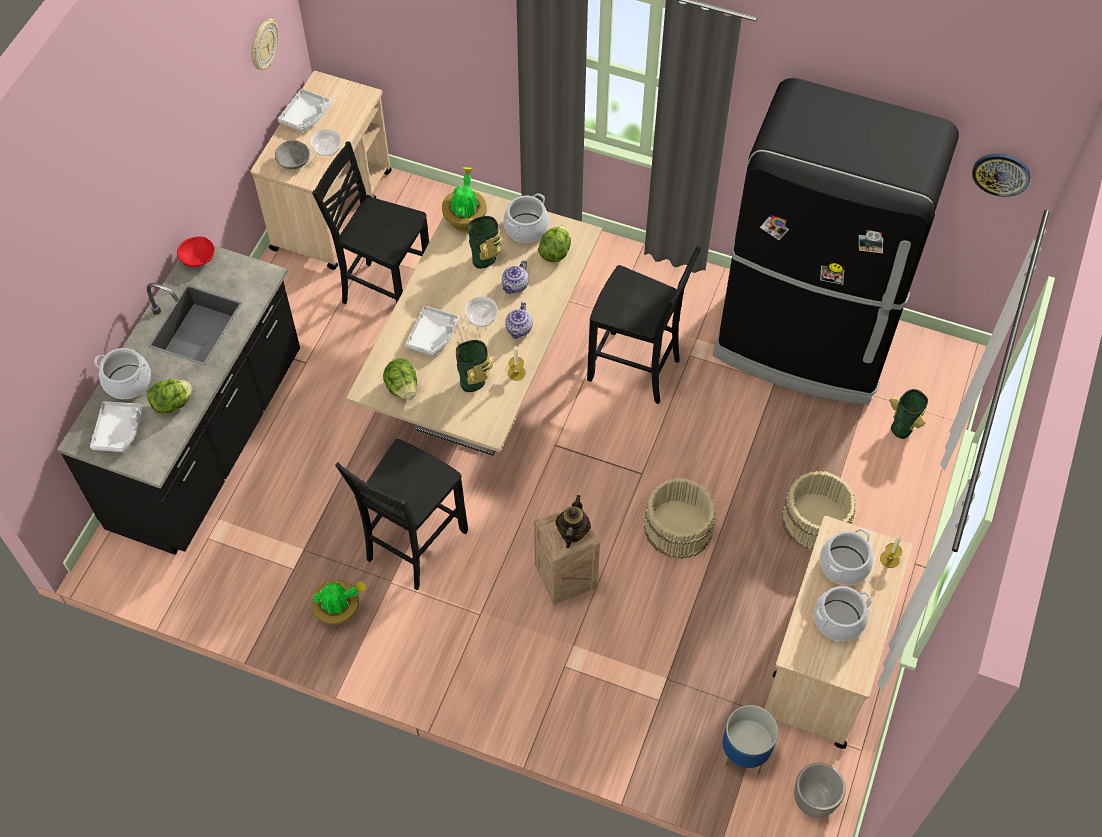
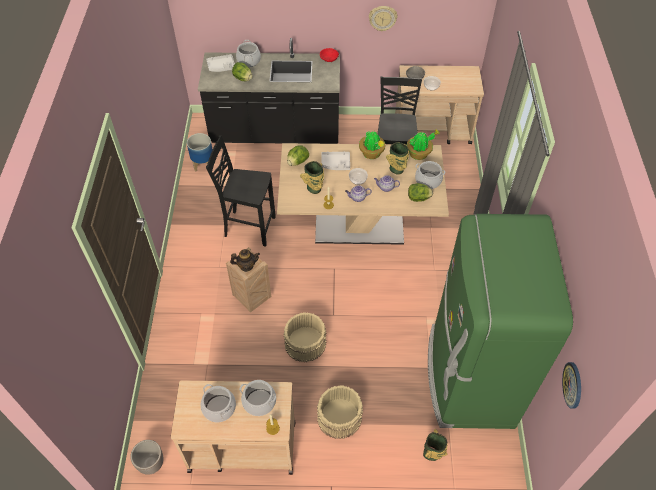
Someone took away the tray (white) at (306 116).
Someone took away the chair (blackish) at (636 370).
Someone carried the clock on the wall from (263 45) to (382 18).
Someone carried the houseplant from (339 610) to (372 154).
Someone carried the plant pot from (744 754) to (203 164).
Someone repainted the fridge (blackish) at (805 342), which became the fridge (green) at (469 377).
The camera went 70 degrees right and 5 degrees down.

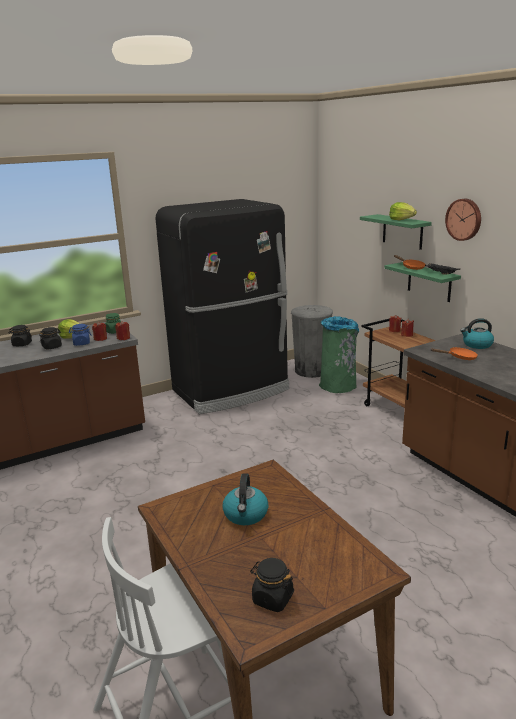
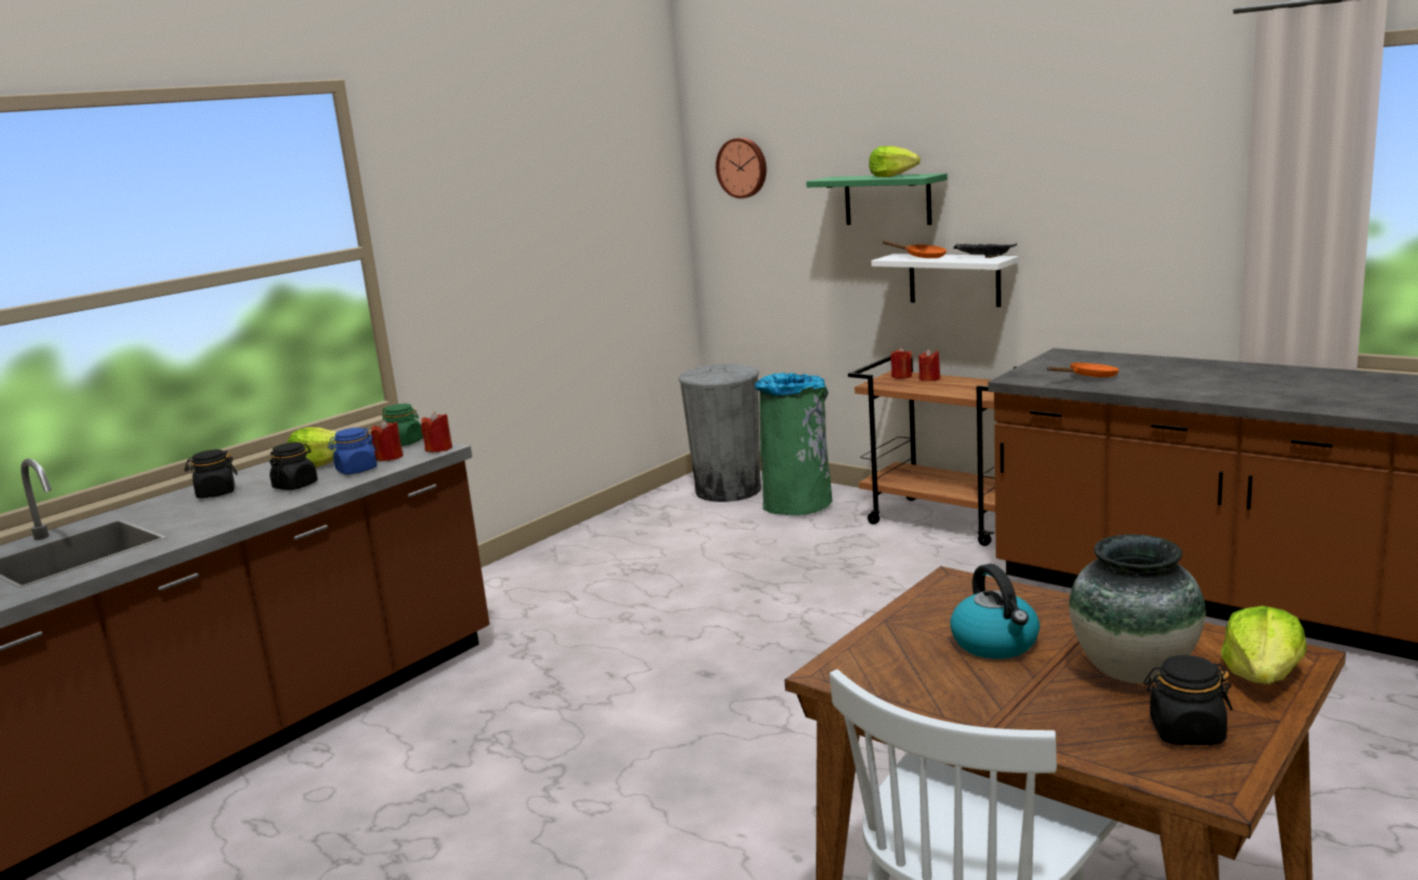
Someone took away the fridge (blackish) at (232 390).
Someone took away the kettle at (477 345).
Someone put down the vase at (1132 672).
Someone put down the head of lettuce at (1262 676).
Someone carried the clock on the wall from (464 219) to (743 167).
Someone repainted the shelf (green) at (429 282), which became the shelf (white) at (954 279).
The camera went 20 degrees left and 5 degrees down.

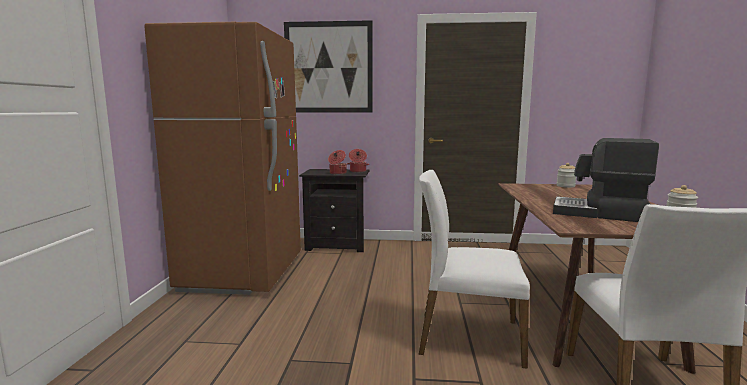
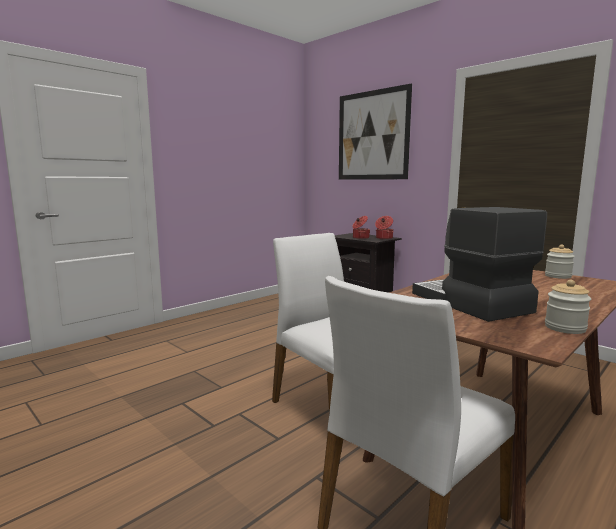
Someone took away the fridge (brown) at (243 273).
The camera went 40 degrees right and 0 degrees up.

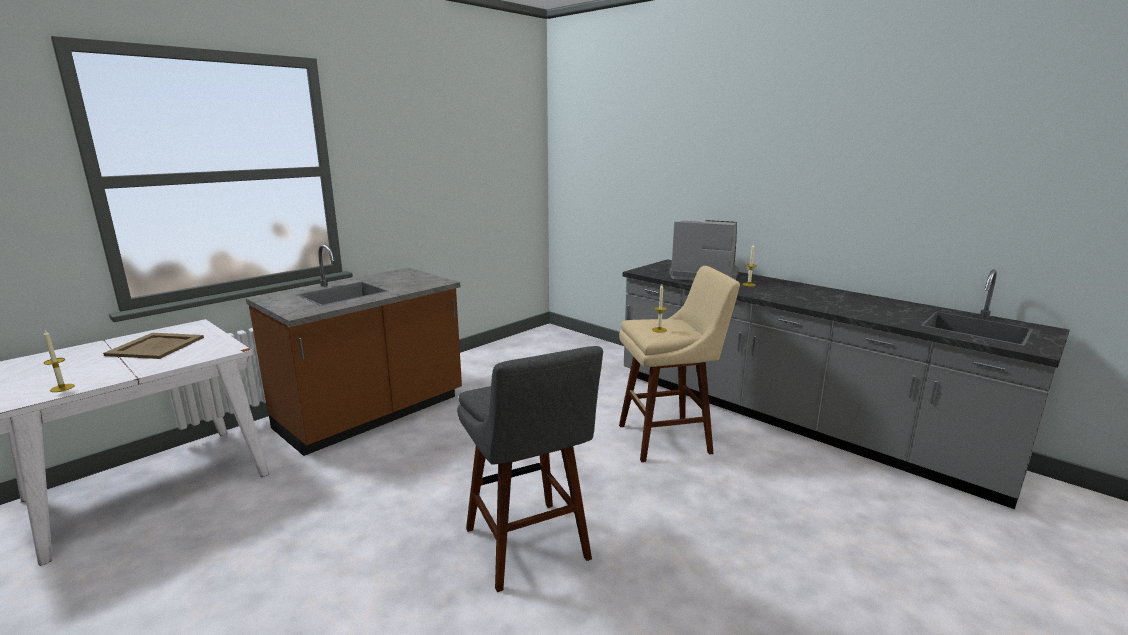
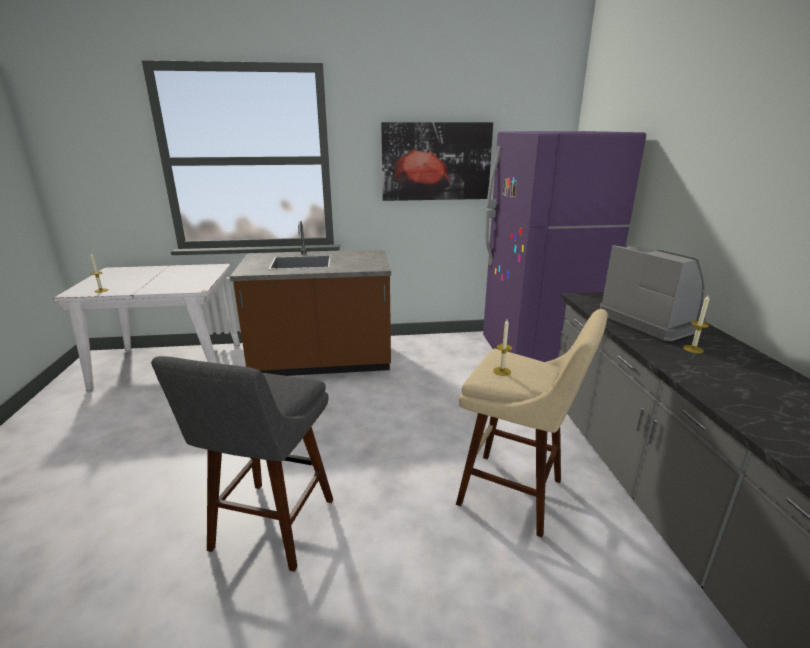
Someone took away the tray (beige-coloured) at (155 346).
Someone put up the picture at (436 162).
Someone put down the fridge (purplish) at (536 358).
The camera went 40 degrees right and 5 degrees up.

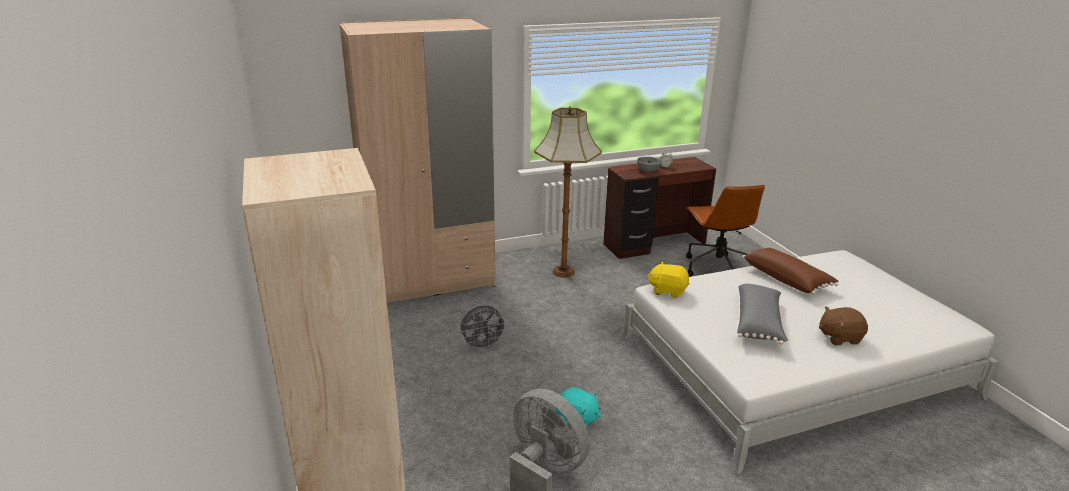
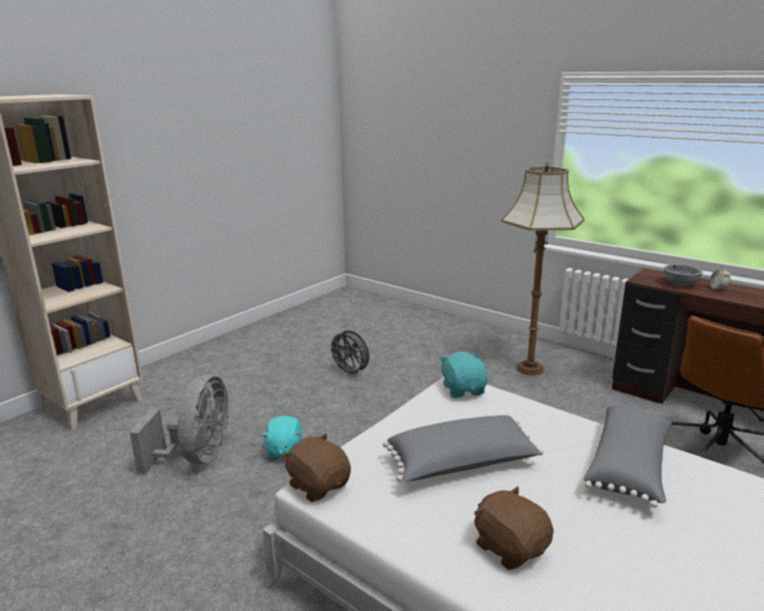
Someone took away the clothes cupboard (beige-coloured) at (430 280).
Someone put down the soft toy (brown) at (318 485).
Someone repainted the soft toy (yellowish) at (668 290), which became the soft toy (turquoise-coloured) at (463 390).
Someone repainted the cushion (brown) at (787 279), which became the cushion (greyish) at (629 467).
The camera went 60 degrees right and 5 degrees down.

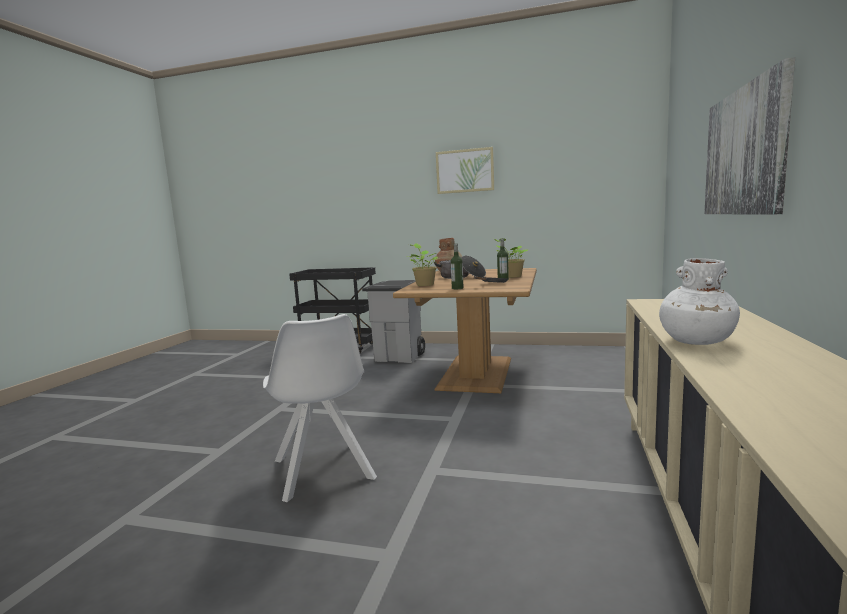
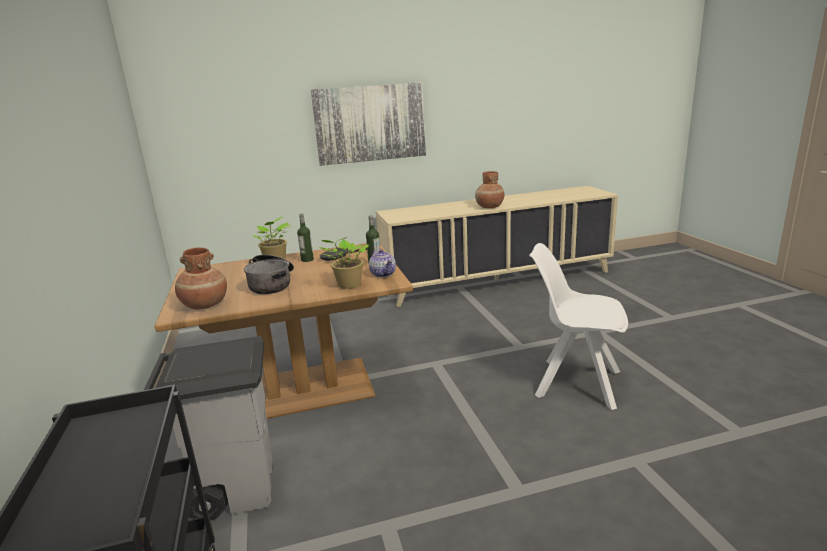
Someone took away the picture at (465 171).
Someone put down the teapot at (383 274).
Someone repainted the vase (white) at (695 341), which became the vase (brown) at (489 207).
Someone rotated the chair (white) at (323 471) by 105 degrees counterclockwise.
The camera went 120 degrees left and 10 degrees up.

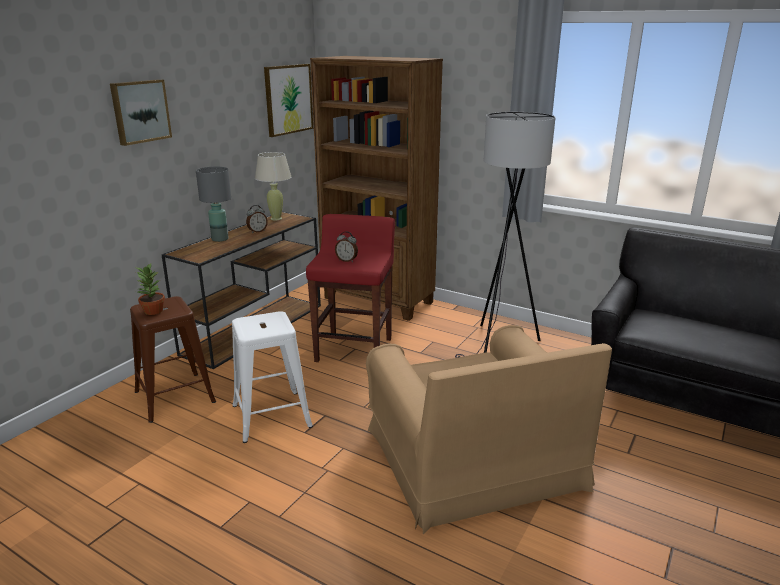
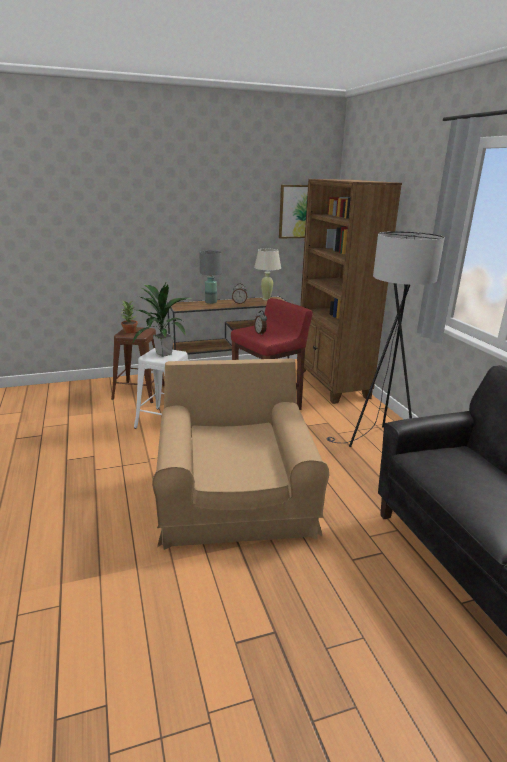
Someone took away the picture at (140 111).
Someone put down the houseplant at (164 353).
Someone rotated the lounge chair (brown) at (474 459) by 150 degrees clockwise.
The camera went 40 degrees right and 0 degrees up.

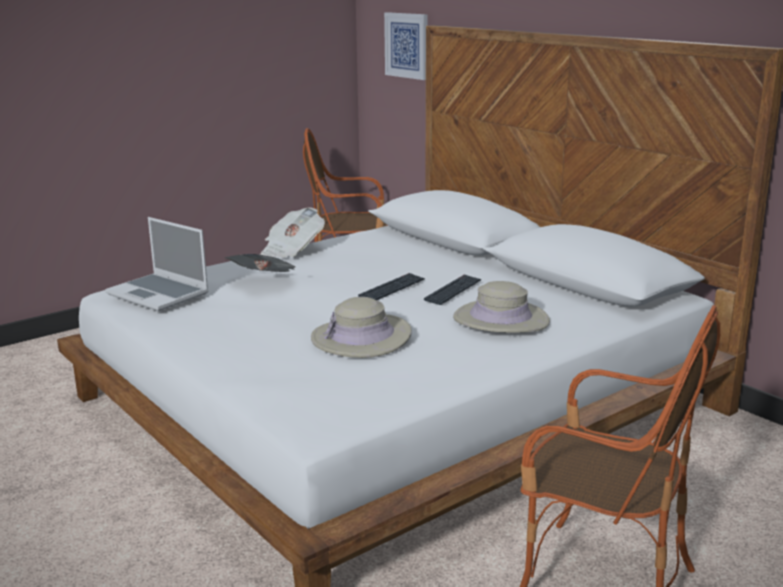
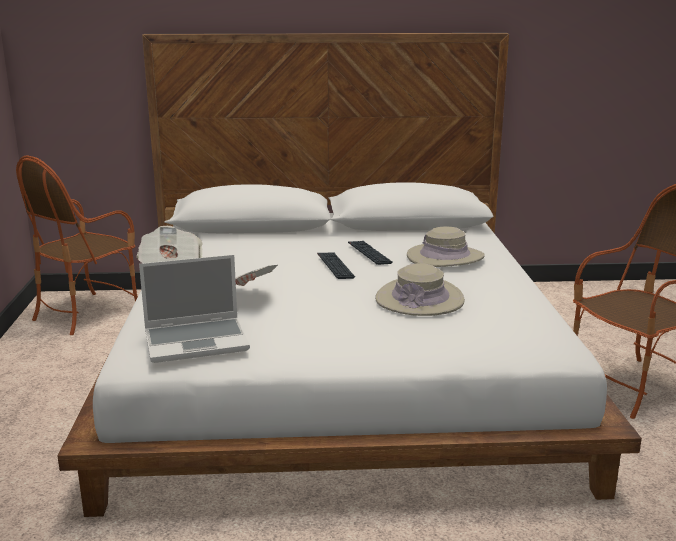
Someone took away the picture at (407 45).
The camera went 55 degrees left and 0 degrees up.

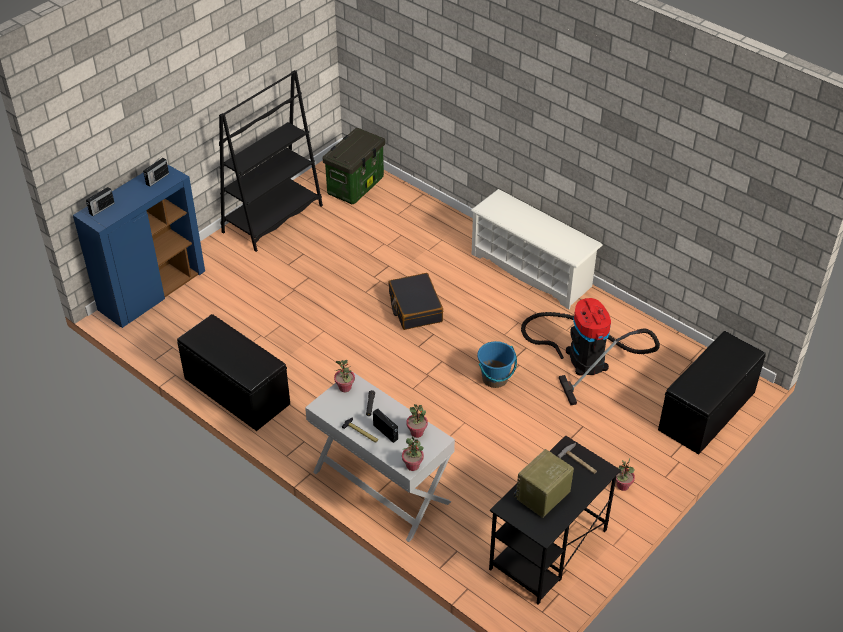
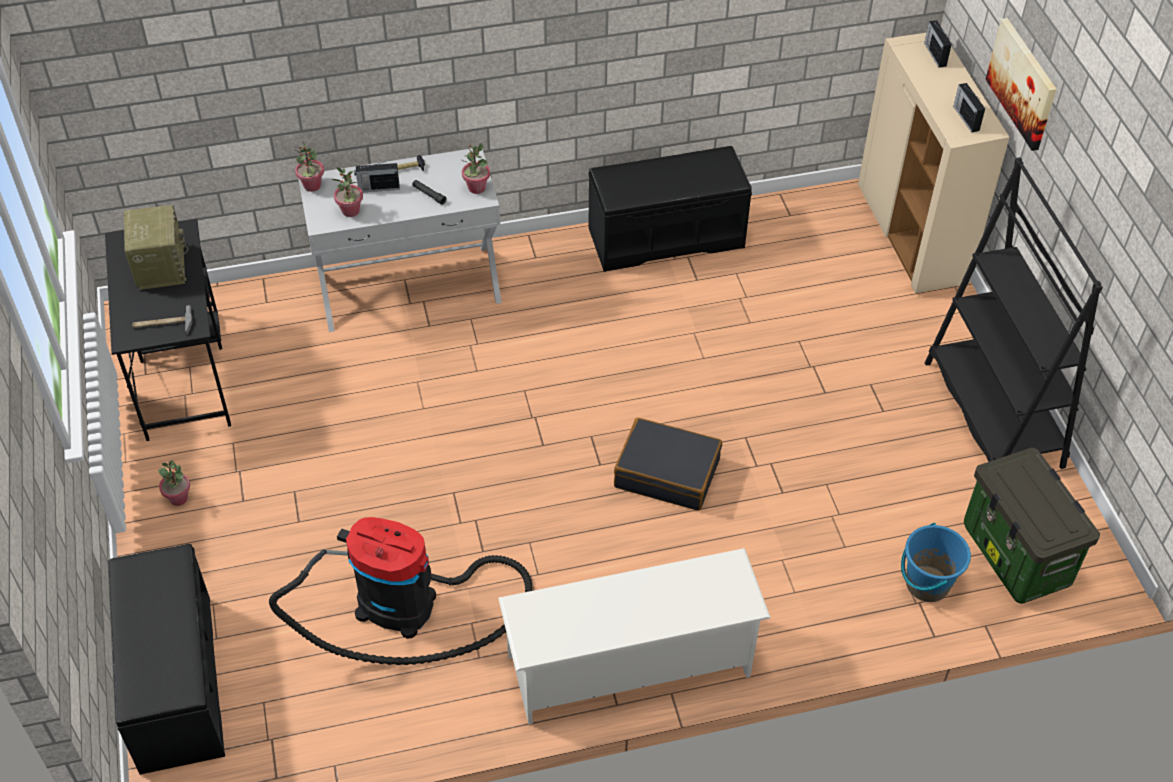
Someone put up the picture at (1023 83).
Someone carried the pail (blue) from (495 378) to (927 584).
Someone repainted the cabinet (blue) at (152 291), which became the cabinet (beige-coloured) at (912 235).
The camera went 125 degrees right and 5 degrees up.

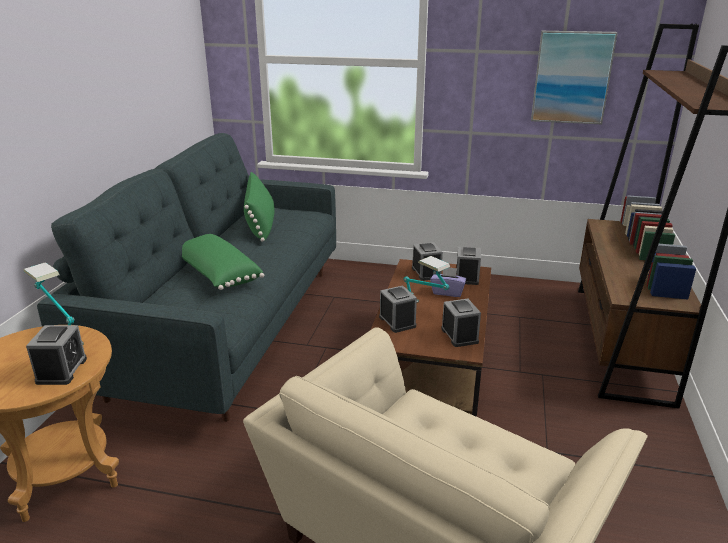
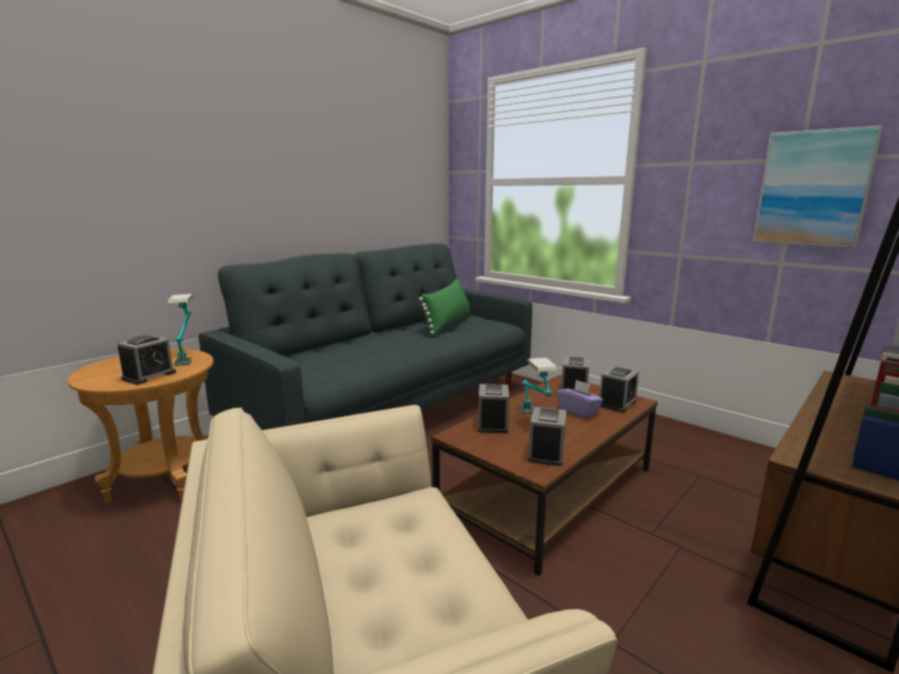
Someone took away the cushion (green) at (215 274).
The camera went 30 degrees right and 10 degrees down.

